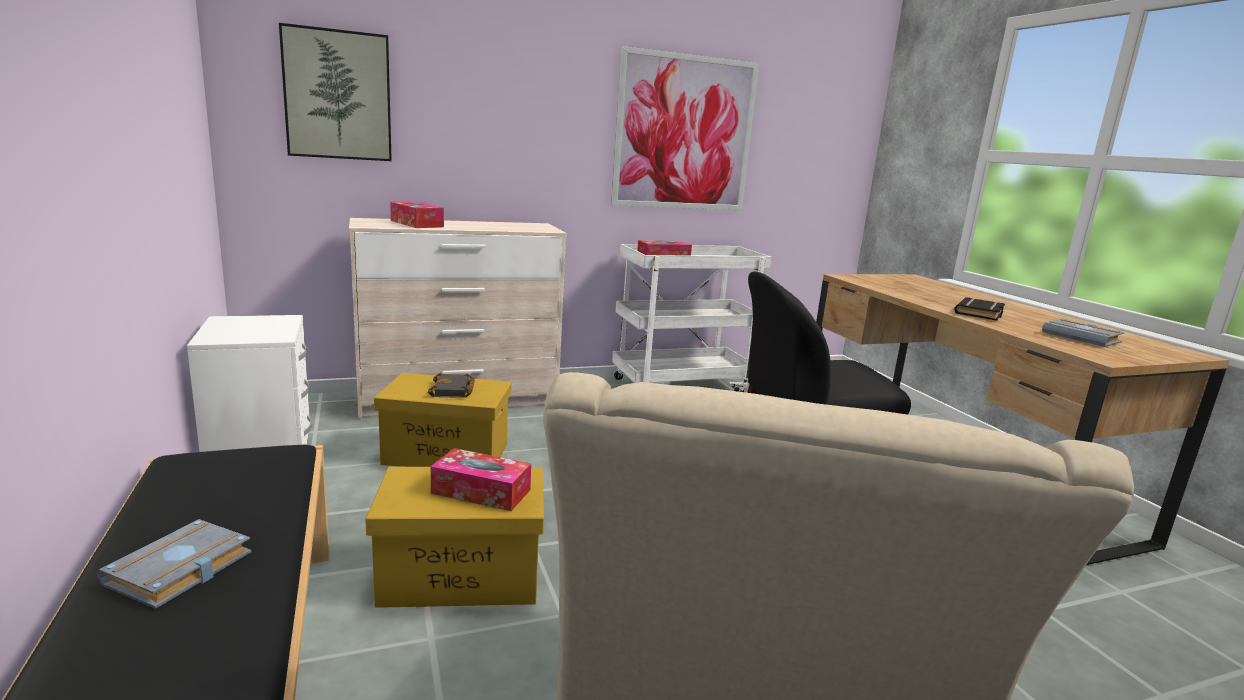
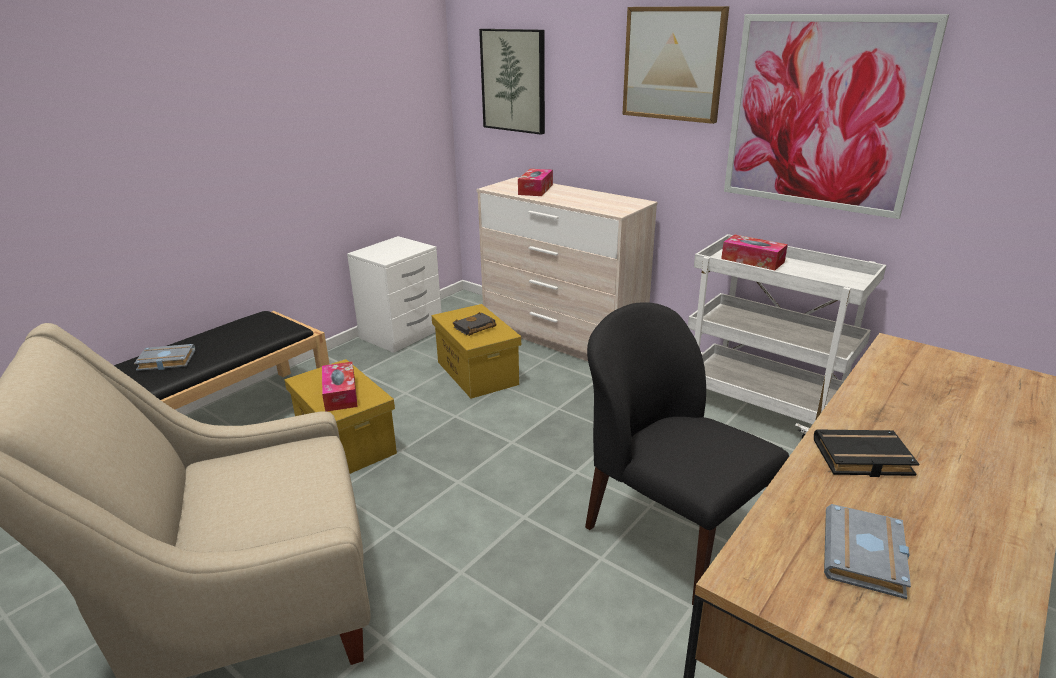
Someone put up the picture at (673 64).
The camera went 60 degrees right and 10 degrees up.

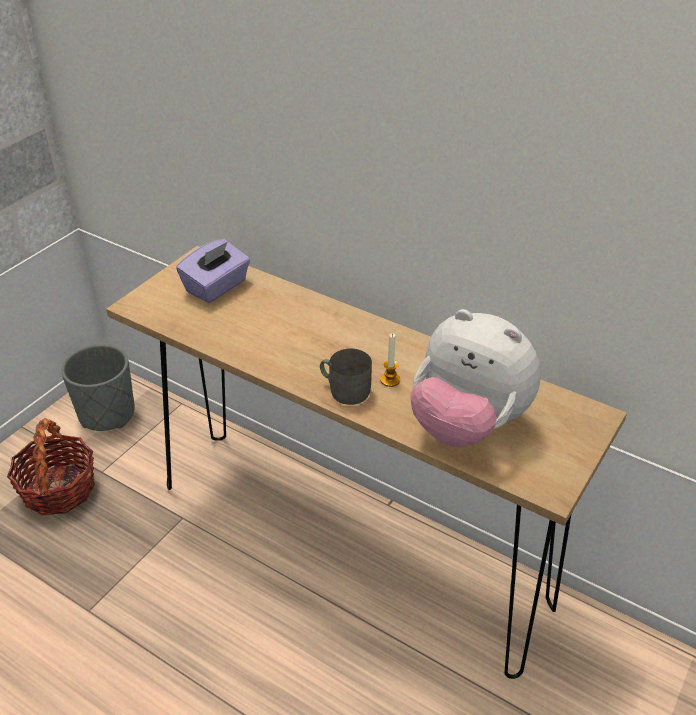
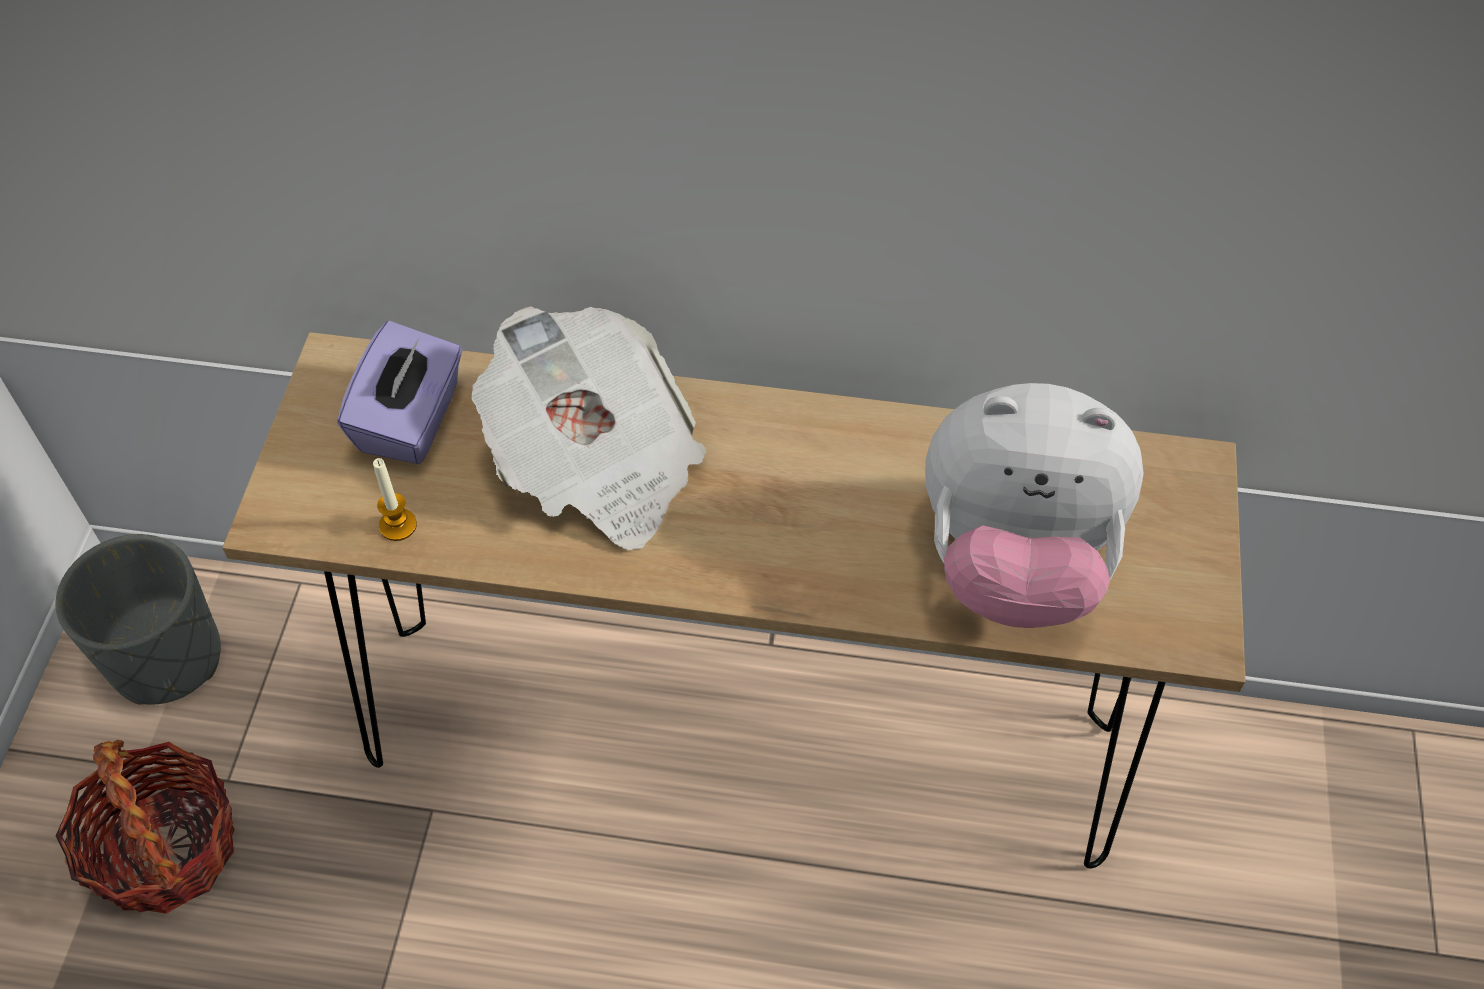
Someone took away the mug (greyish) at (345 389).
Someone put down the daily paper at (596 462).
Someone carried the candle from (390 380) to (398 525).
The camera went 25 degrees left and 15 degrees up.

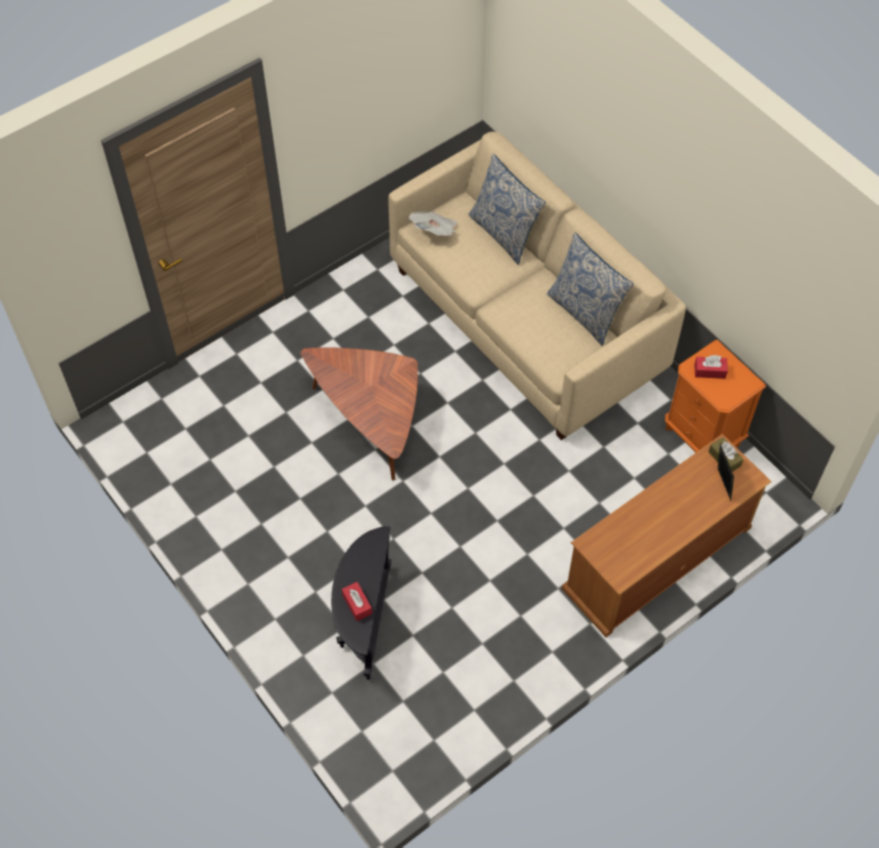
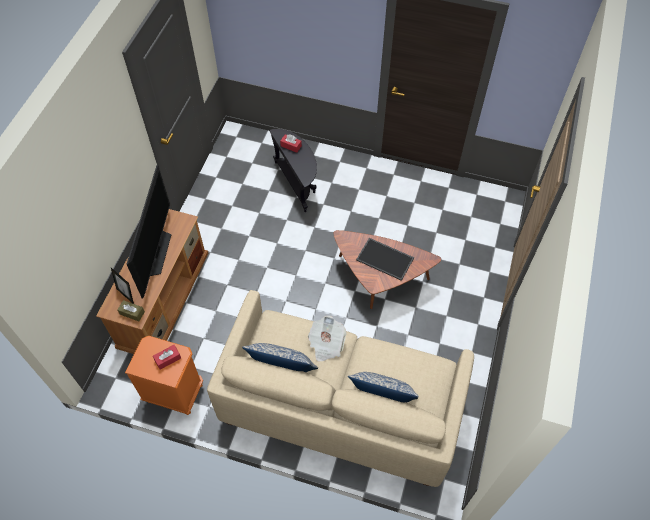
Someone put down the TV set at (156 253).
Someone put down the tray at (385 258).
Someone carried the daily paper from (435 231) to (326 344).
The camera went 145 degrees right and 0 degrees up.

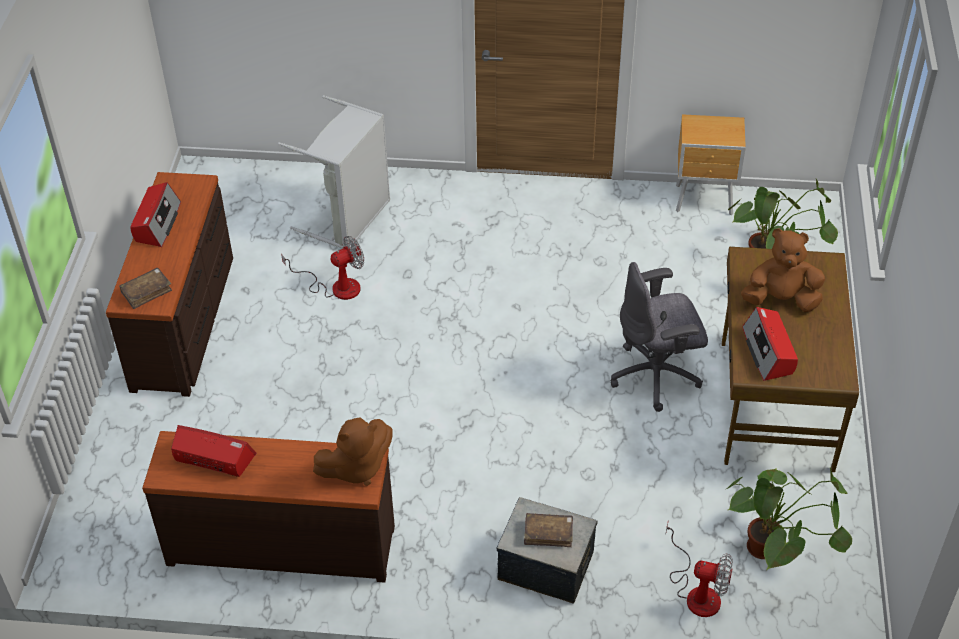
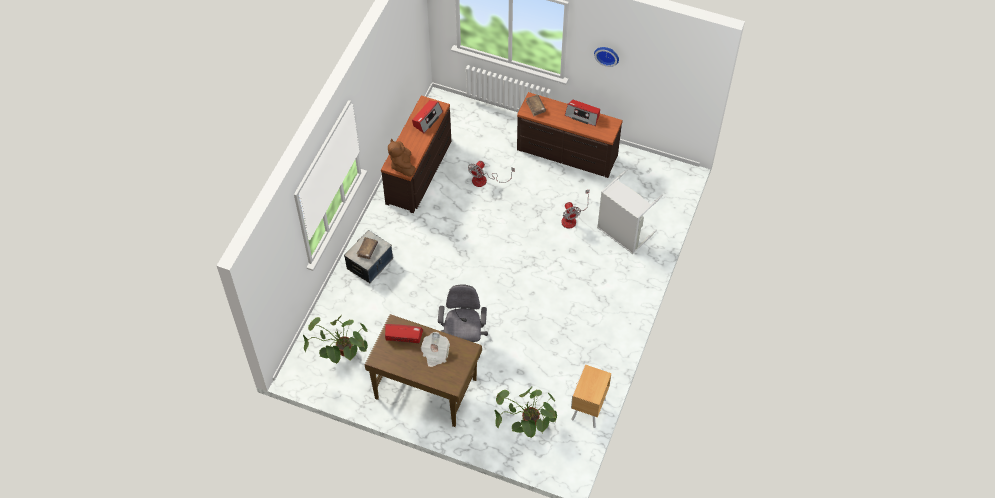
Someone put up the clock on the wall at (607 55).
Someone carried the fan from (697 591) to (485 180).
Someone swapped the soft toy (brown) at (780 300) for the daily paper at (435 354).
The camera went 105 degrees right and 10 degrees up.

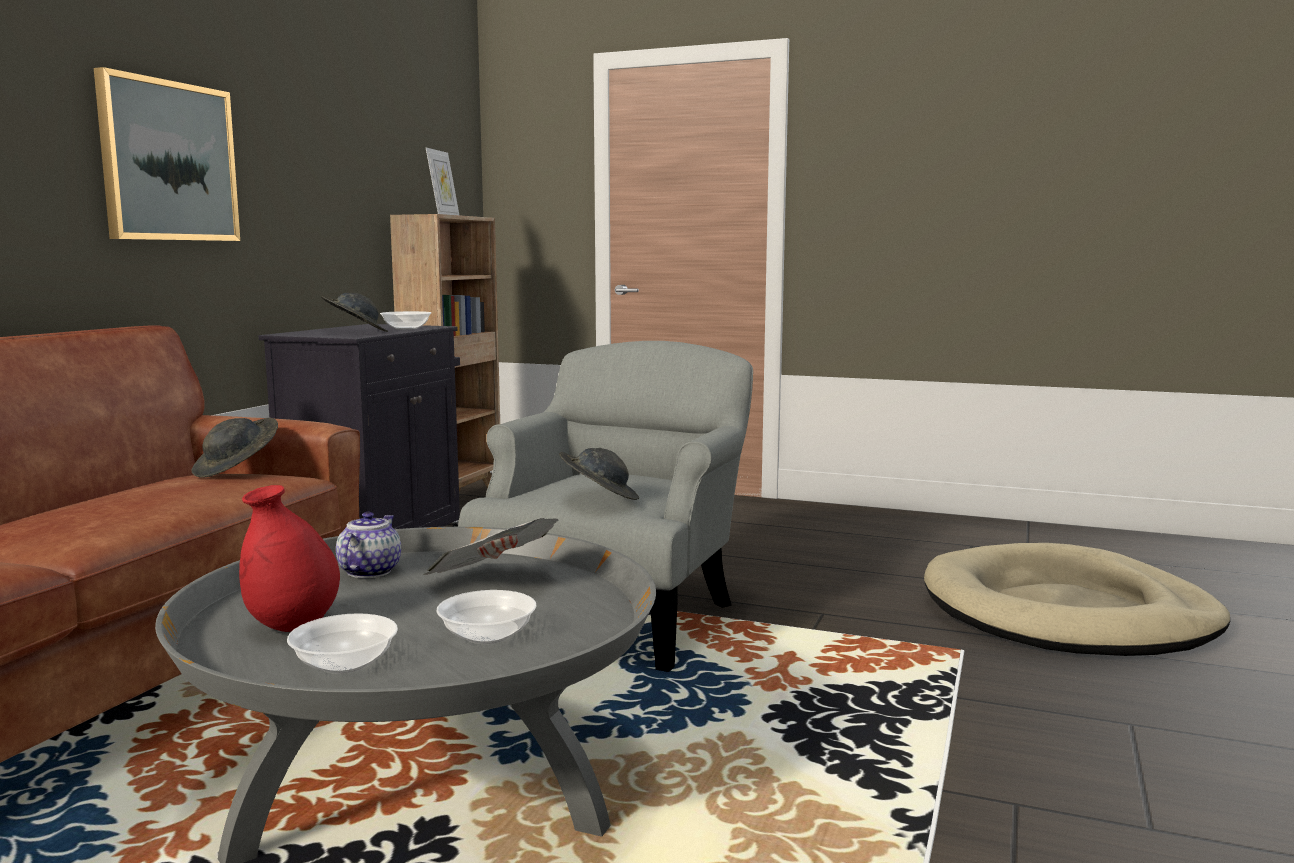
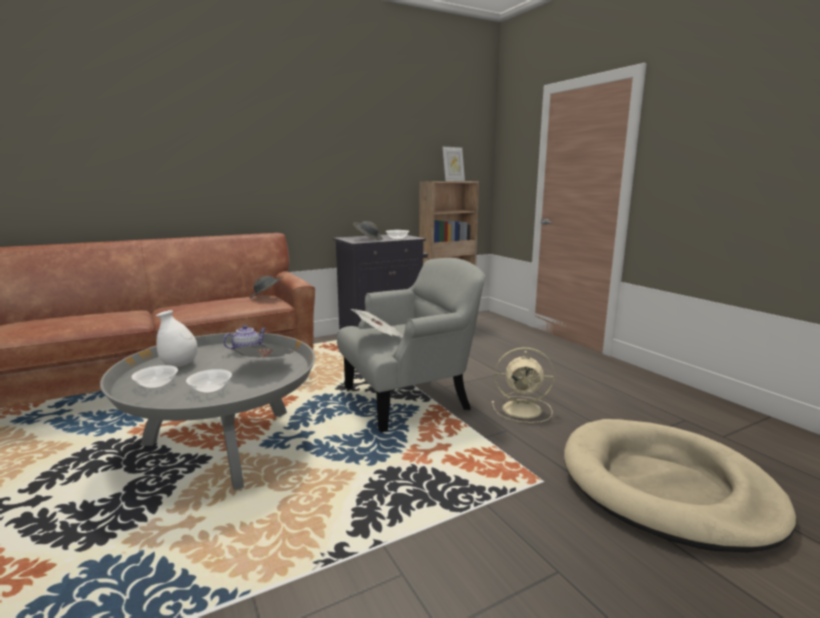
Someone took away the picture at (168 161).
Someone put down the fan (beige-coloured) at (524 409).
Someone swapped the wearable hat (greyish) at (599 498) for the daily paper at (380 338).
Someone repainted the vase (reddish) at (293 627), which became the vase (white) at (179 365).
The camera went 40 degrees right and 5 degrees up.

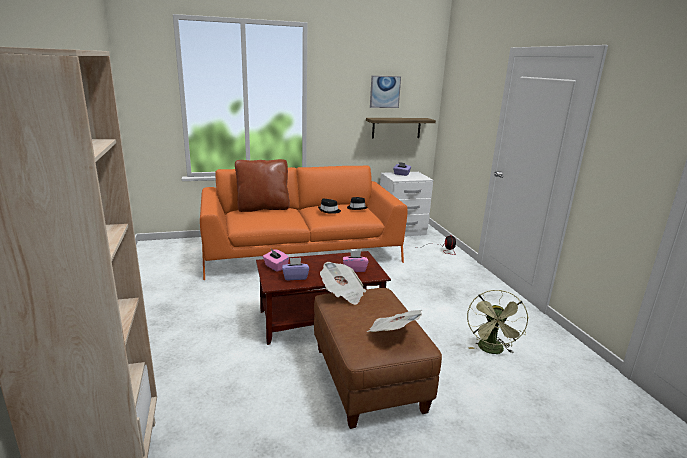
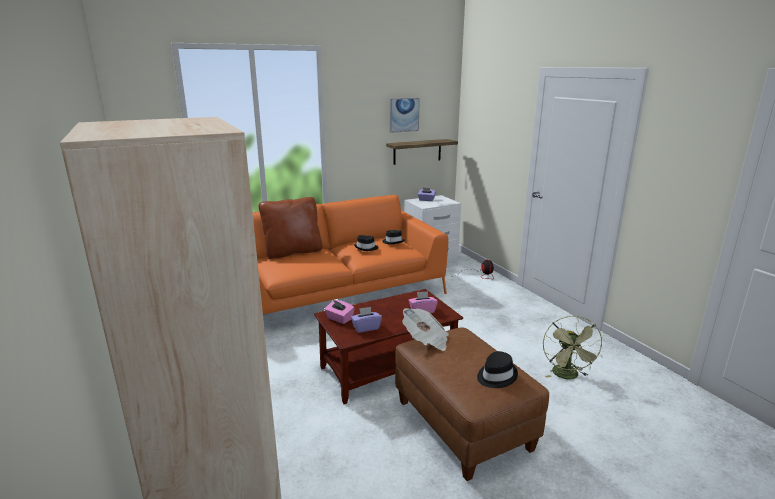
Someone swapped the daily paper at (392 333) for the wearable hat (blackish) at (496 376).
The camera went 10 degrees left and 0 degrees up.

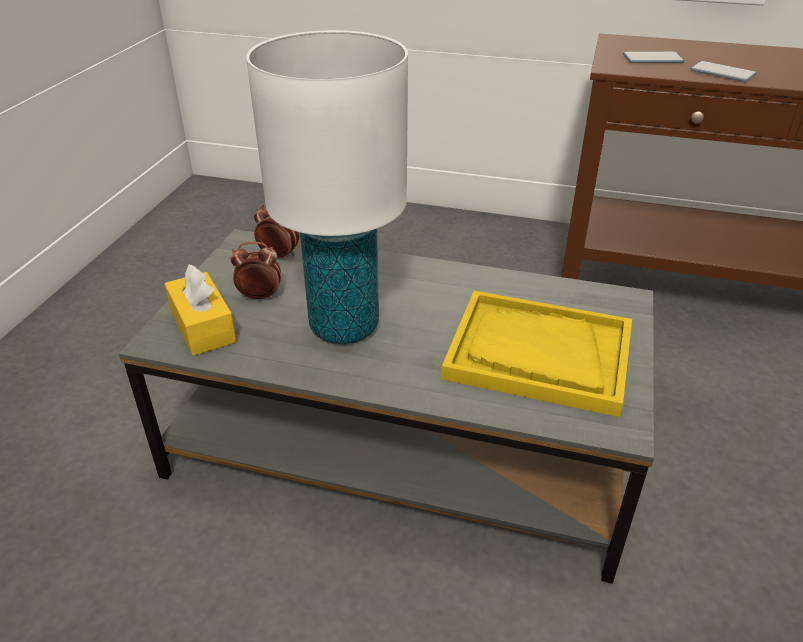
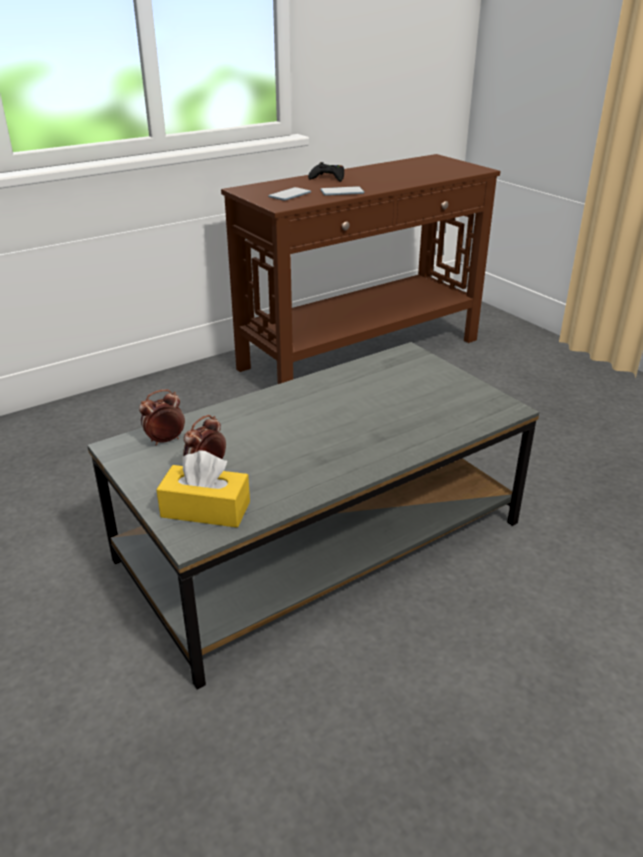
Someone took away the tabletop lamp (white) at (344 326).
Someone took away the tray (yellowish) at (538 354).
Someone put down the gamepad (blackish) at (328 178).
The camera went 50 degrees left and 5 degrees down.

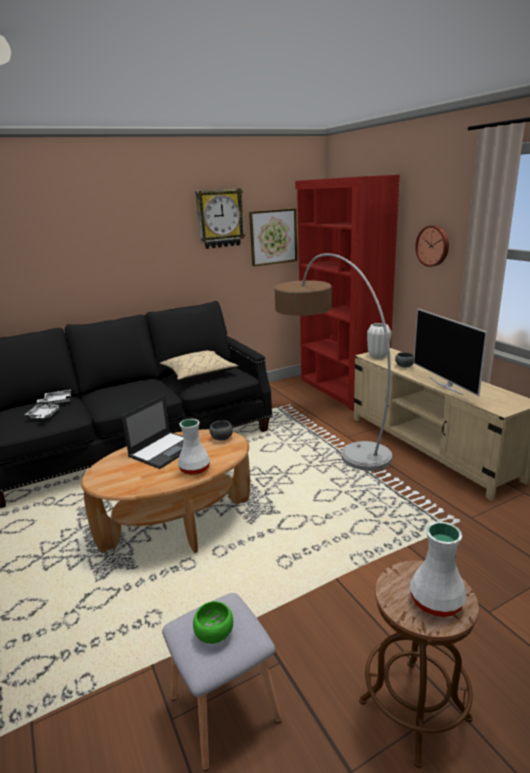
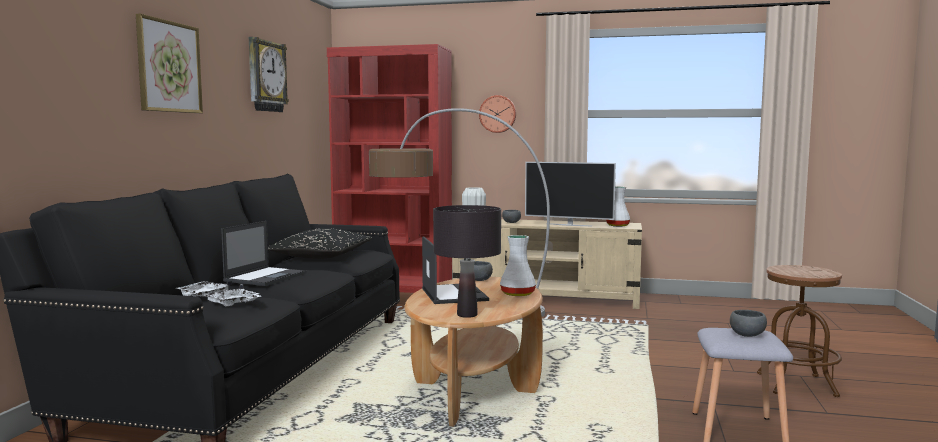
Someone put down the laptop at (266 277).
Someone put down the tabletop lamp (blackish) at (467 315).
Someone carried the picture from (273 237) to (169 67).
Someone carried the vase (white) from (437 602) to (618 225).
Someone repainted the cushion (beige-coloured) at (199 374), which became the cushion (blackish) at (321 257).
Someone repainted the bowl (green) at (215 634), which became the bowl (greyish) at (747 335).
The camera went 50 degrees left and 15 degrees down.

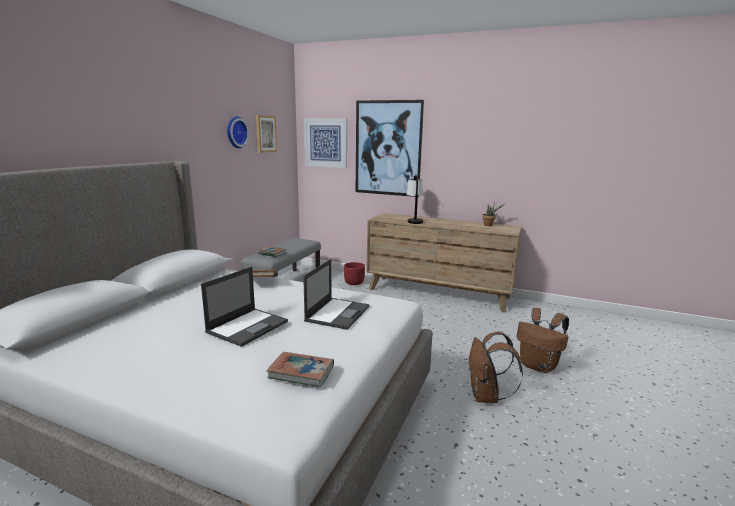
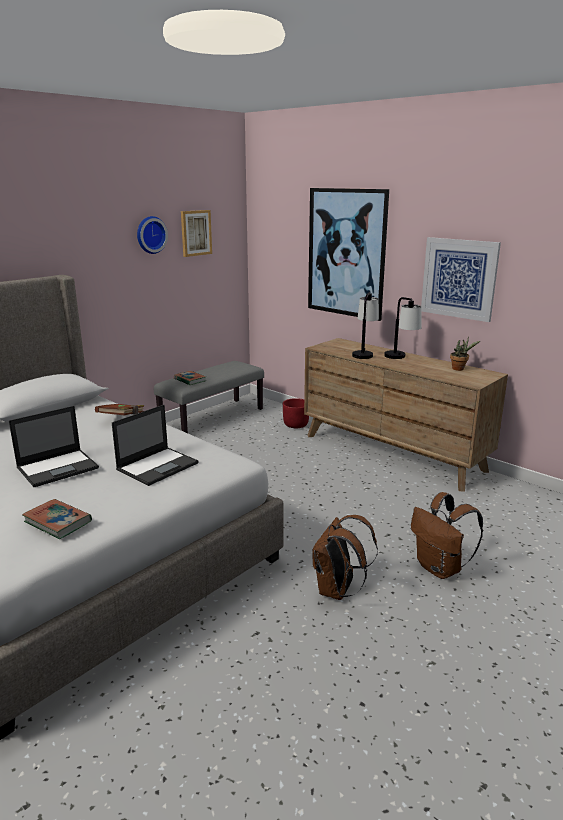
Someone put down the tabletop lamp at (401 358).
Someone carried the picture from (325 143) to (459 278).
The camera went 20 degrees right and 5 degrees up.

